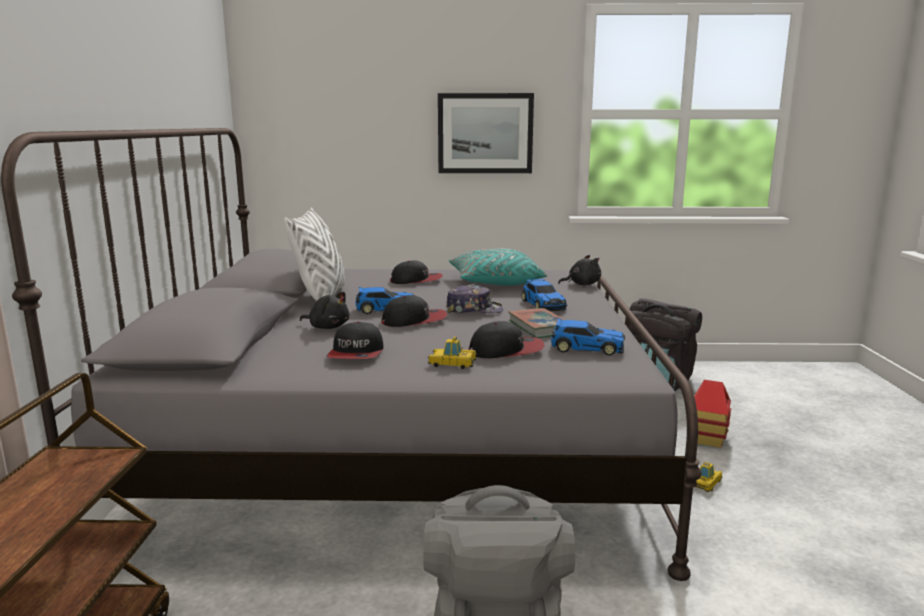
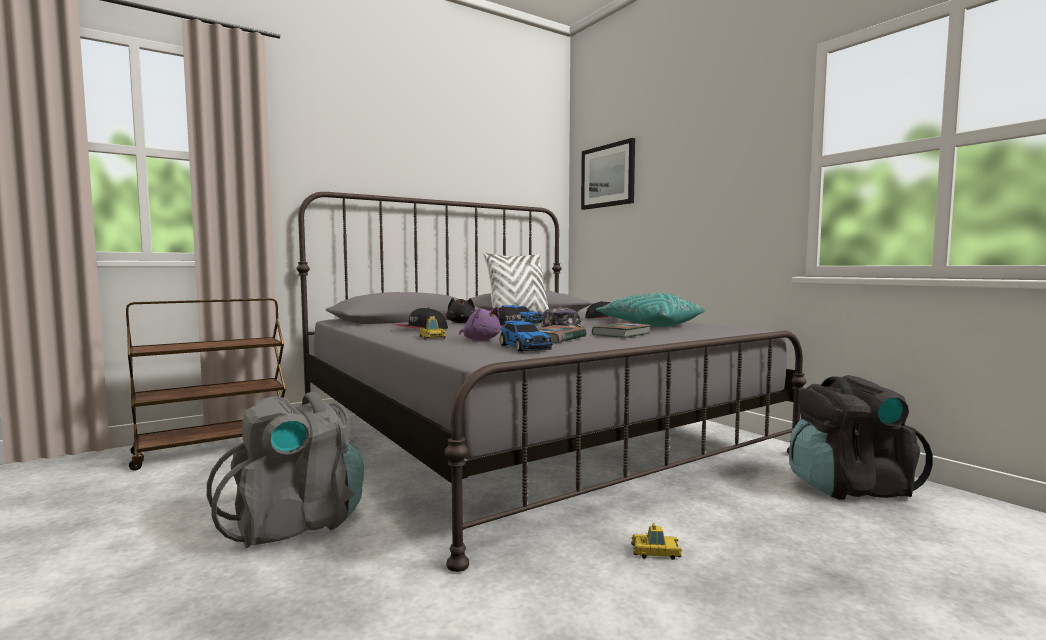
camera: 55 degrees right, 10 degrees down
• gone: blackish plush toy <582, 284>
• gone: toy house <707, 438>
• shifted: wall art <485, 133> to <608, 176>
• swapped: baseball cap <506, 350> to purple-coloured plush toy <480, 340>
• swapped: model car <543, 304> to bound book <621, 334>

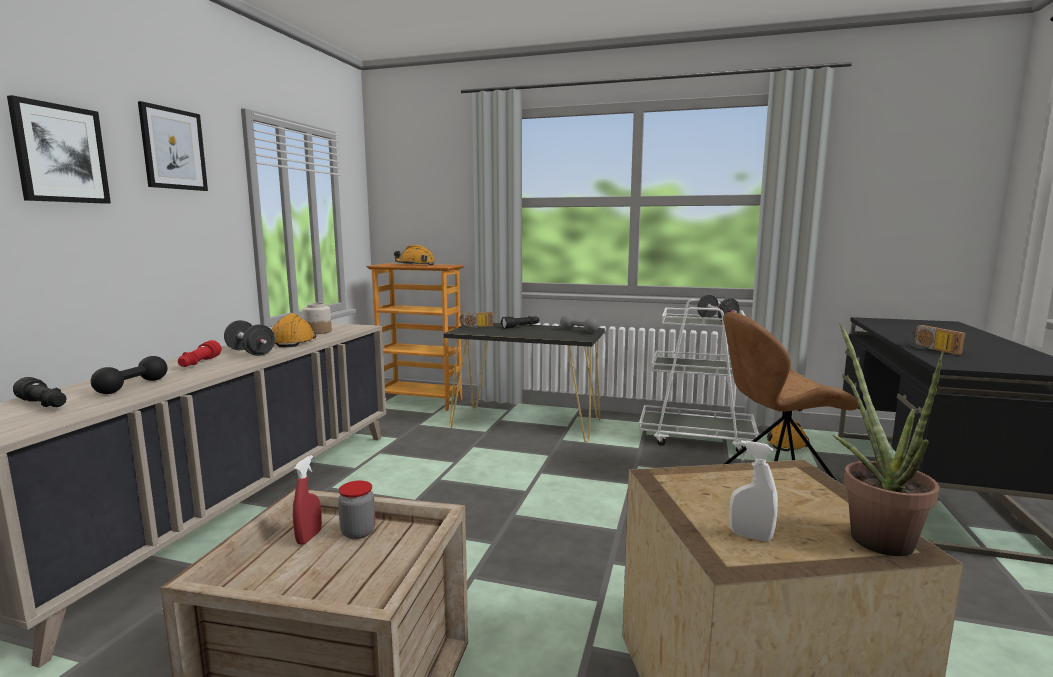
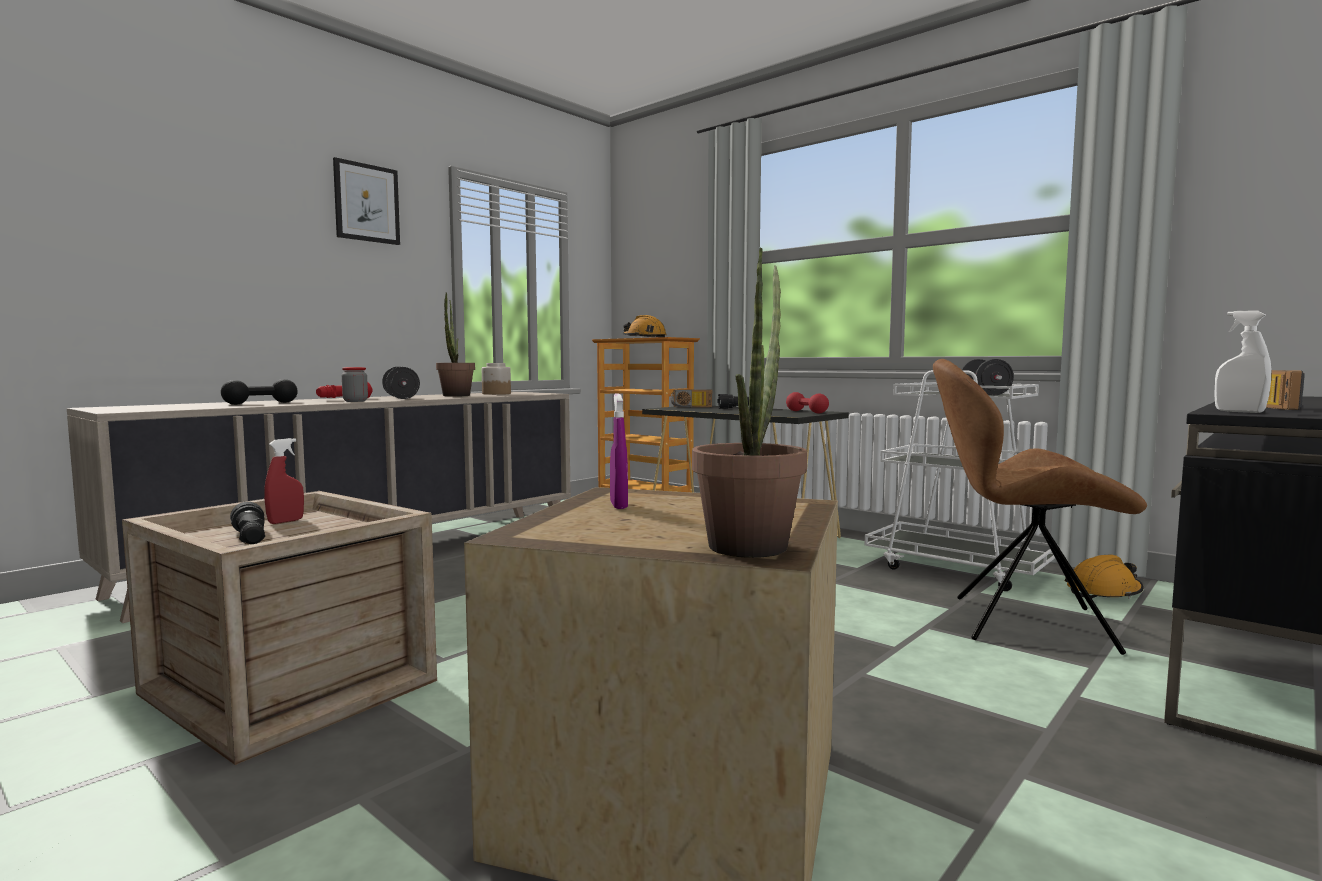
camera: 25 degrees right, 5 degrees down
• gone: wall art <60, 154>
• new: purple-coloured spray bottle <618, 505>
• shifted: blackish flashlight <44, 405> to <251, 540>
• shifted: jar <358, 532> to <355, 401>
• shifted: white-coloured spray bottle <750, 536> to <1239, 412>
• swapped: orange safety helmet <293, 342> to potted plant <455, 396>
• repainted: gray dumbbell <578, 331> to red-coloured dumbbell <806, 412>

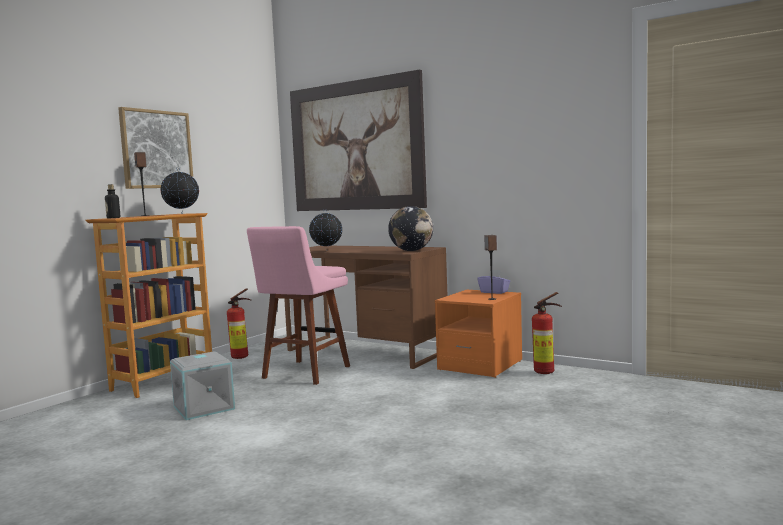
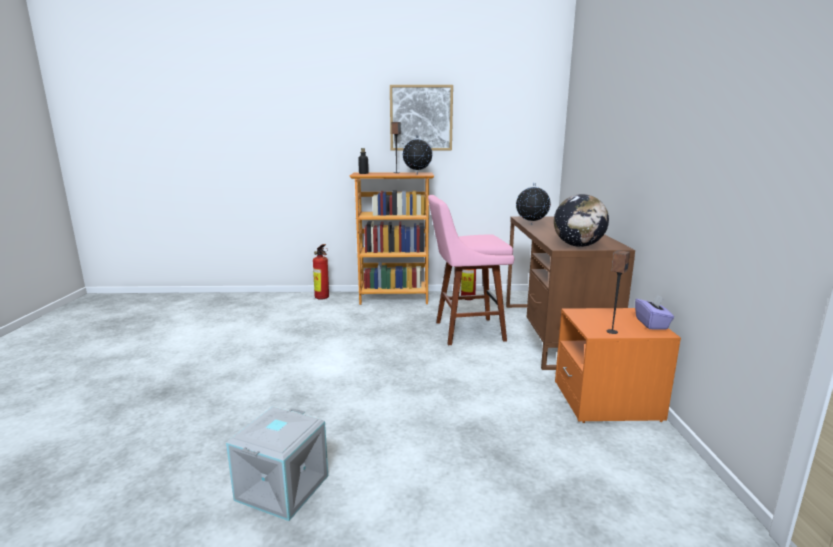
camera: 55 degrees right, 10 degrees up
• gone: wall art <355, 146>
• shifted: gray storage bin <205, 407> to <283, 488>
• shifted: fire extinguisher <547, 372> to <322, 298>

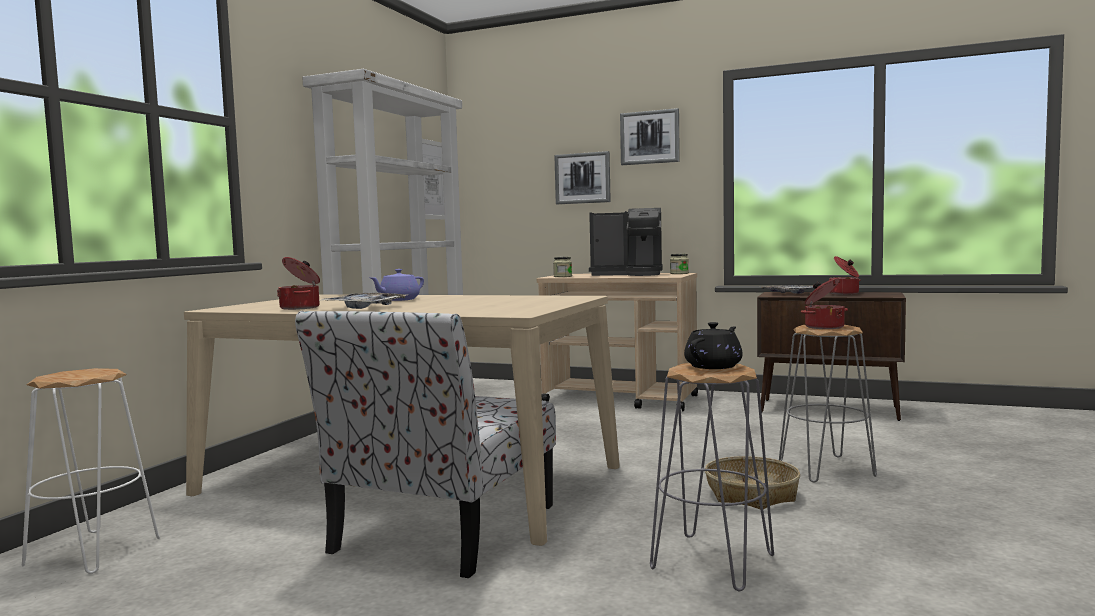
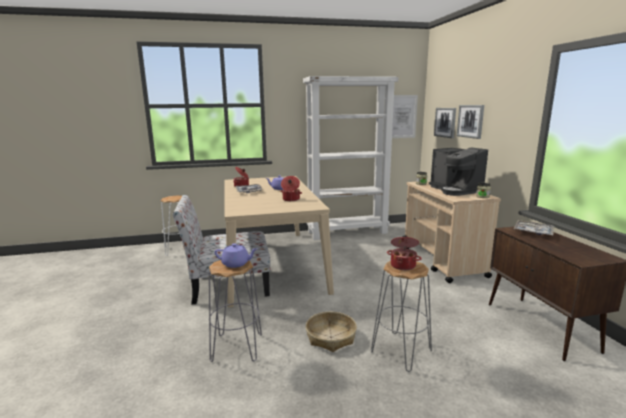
camera: 55 degrees right, 10 degrees up
• shifted: wall art <650, 137> to <445, 122>
• shifted: cooking pot <844, 293> to <290, 199>
• repainted: blackish pot for tea <714, 366> to purple-coloured pot for tea <236, 264>

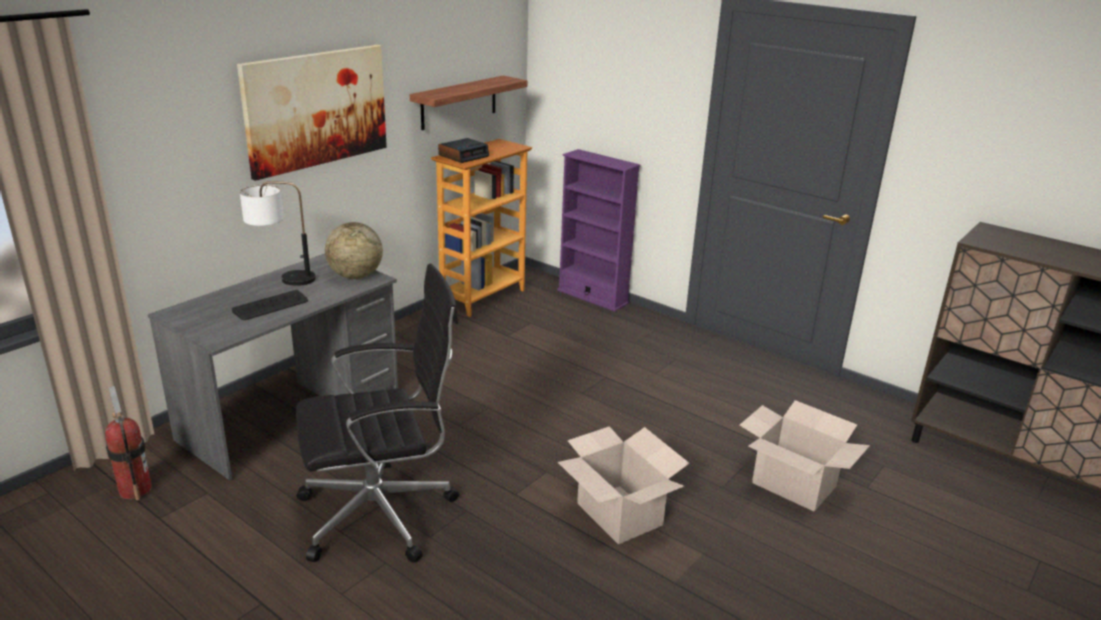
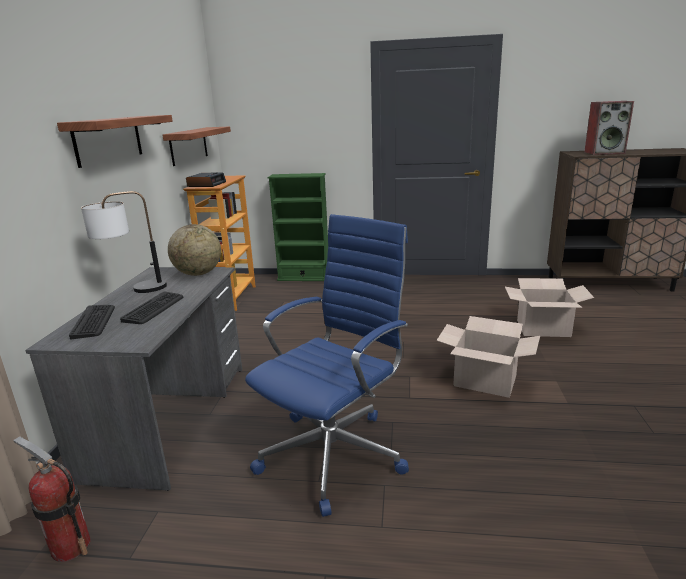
camera: 30 degrees left, 5 degrees down
• new: computer keyboard <94, 321>
• new: speaker <604, 153>
• swapped: wall art <316, 109> to wall shelf <108, 139>
• repainted: blackish office chair <382, 513> to bluish office chair <335, 452>
• repainted: purple-coloured bookshelf <592, 297> to greenish bookshelf <304, 278>

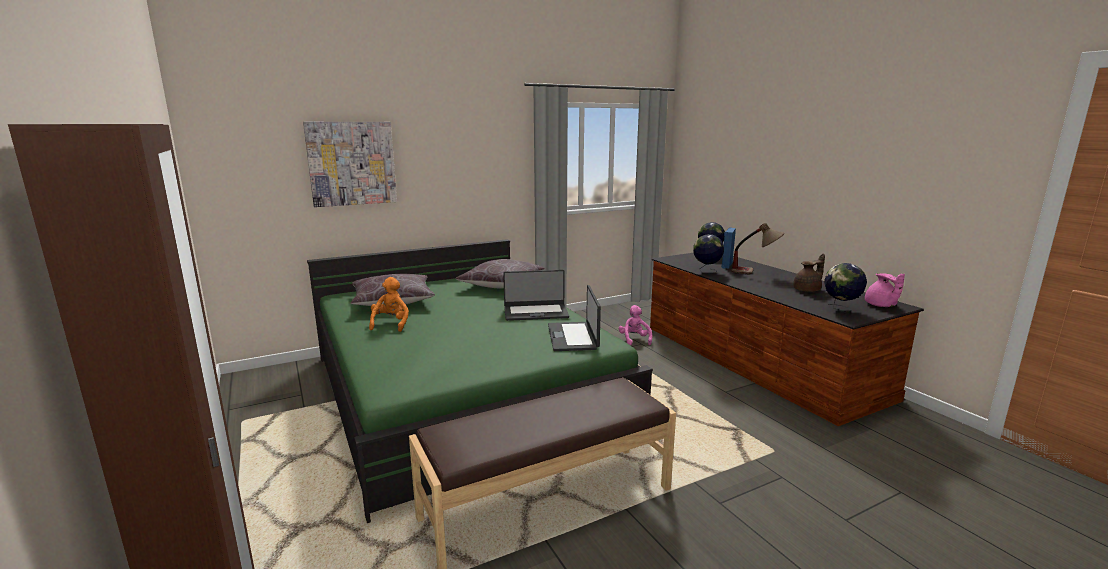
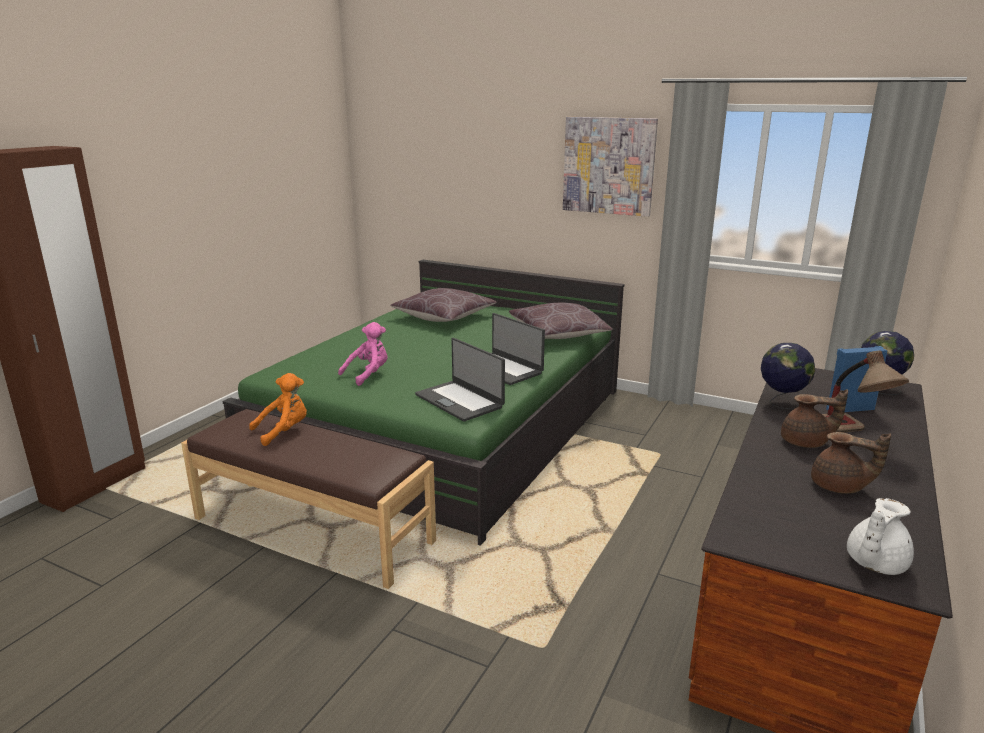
camera: 55 degrees right, 5 degrees up
• gone: world globe <840, 309>
• new: brownish pot for tea <806, 443>
• shifted: wall art <352, 163> to <608, 166>
• shifted: orange plush toy <391, 324> to <284, 431>
• shifted: pink-coloured plush toy <634, 340> to <368, 374>
• repainted: pink-coloured pot for tea <880, 305> to white-coloured pot for tea <874, 563>
• rotated: laptop <573, 337> = <460, 401> 90 degrees counterclockwise

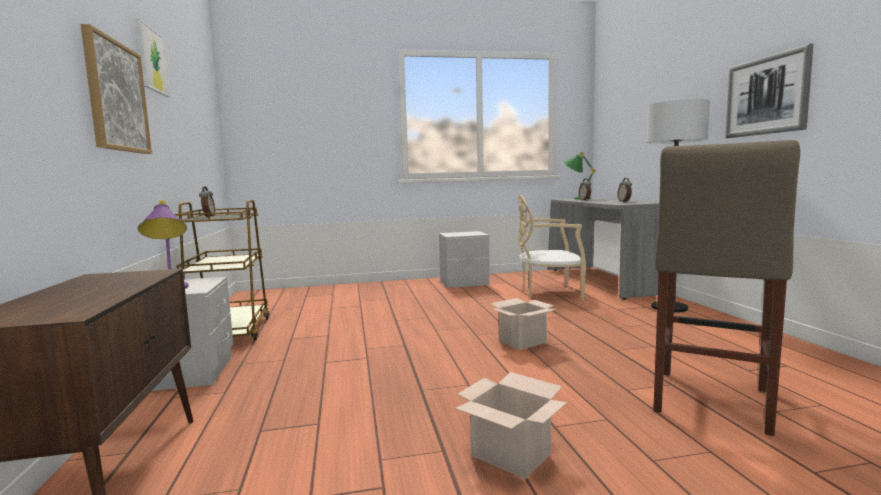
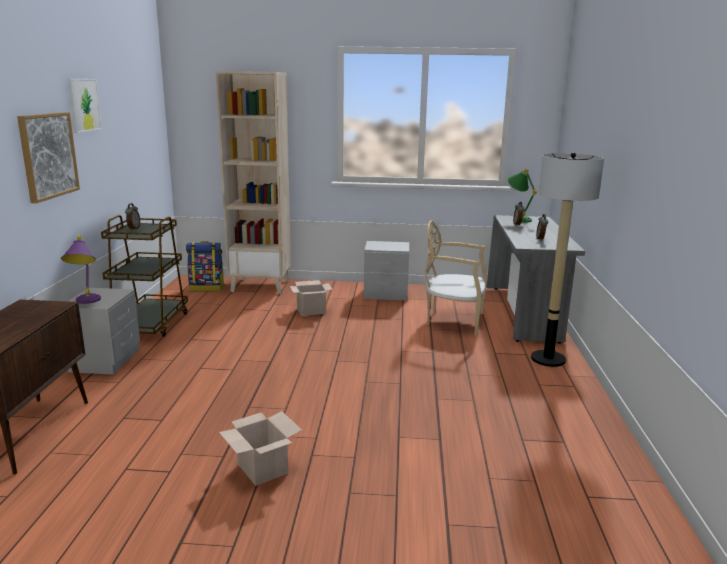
camera: 15 degrees right, 10 degrees up
• gone: beige-coloured stool seat <710, 403>
• gone: wall art <766, 95>
• new: knapsack <207, 288>
• new: beige-coloured bookshelf <261, 285>
• shifted: packing box <523, 341> to <311, 310>

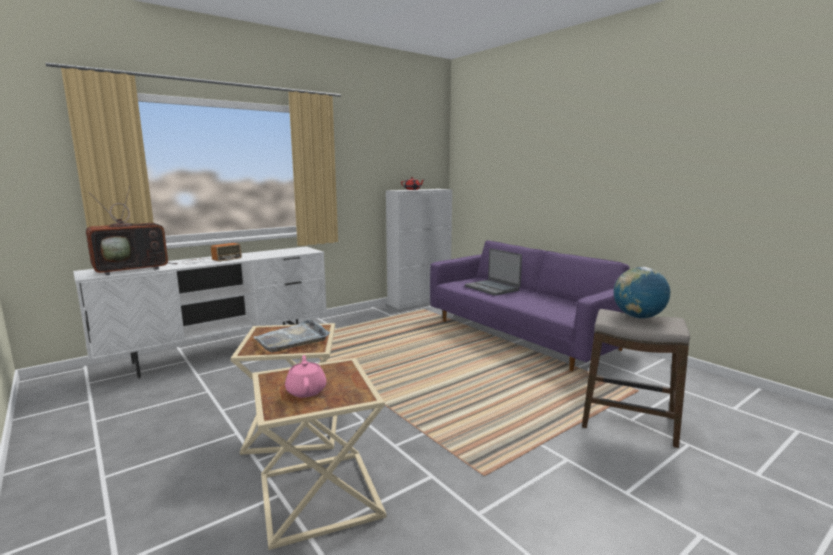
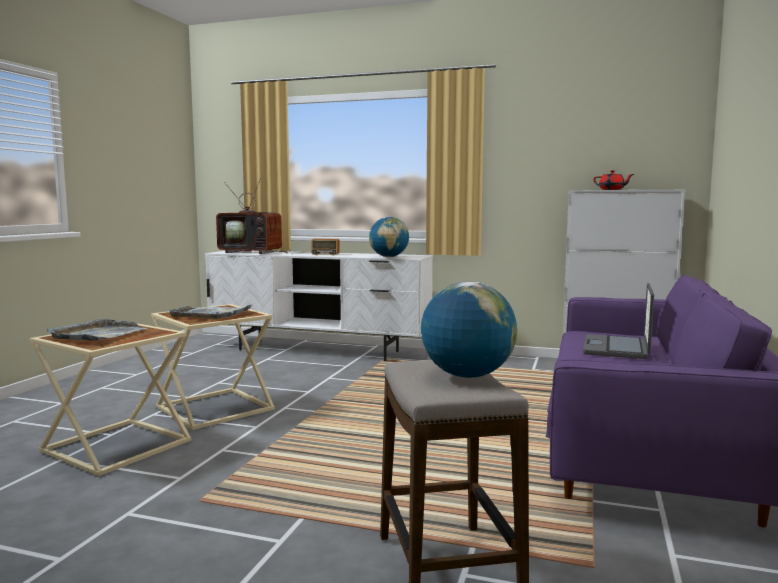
camera: 55 degrees right, 5 degrees down
• new: world globe <389, 257>
• swapped: pink-coloured pot for tea <306, 390> to gray tray <98, 334>

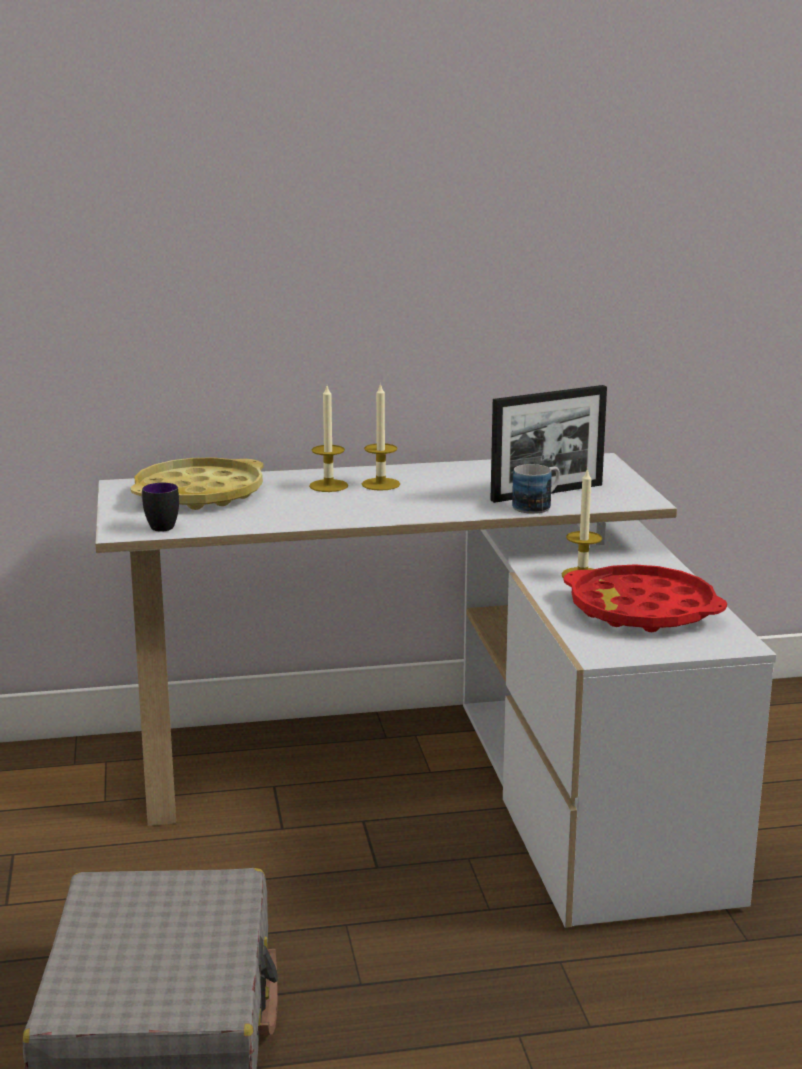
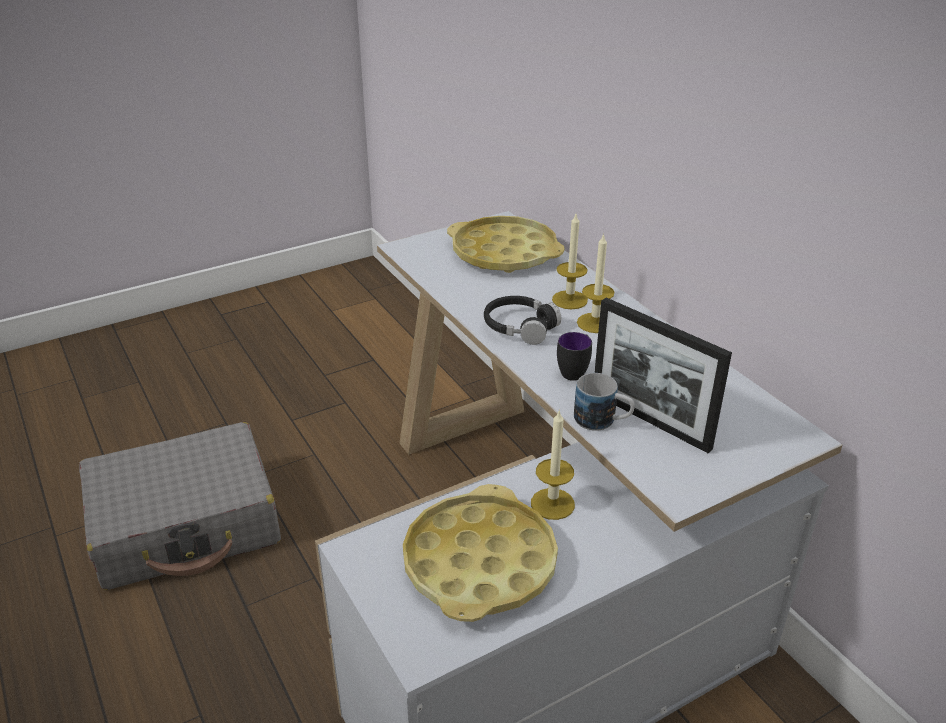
camera: 70 degrees right, 15 degrees up
• new: blackish headphones <520, 327>
• shifted: mug <158, 526> to <575, 371>
• repainted: red-coloured tray <642, 610> to yellow-coloured tray <479, 563>

